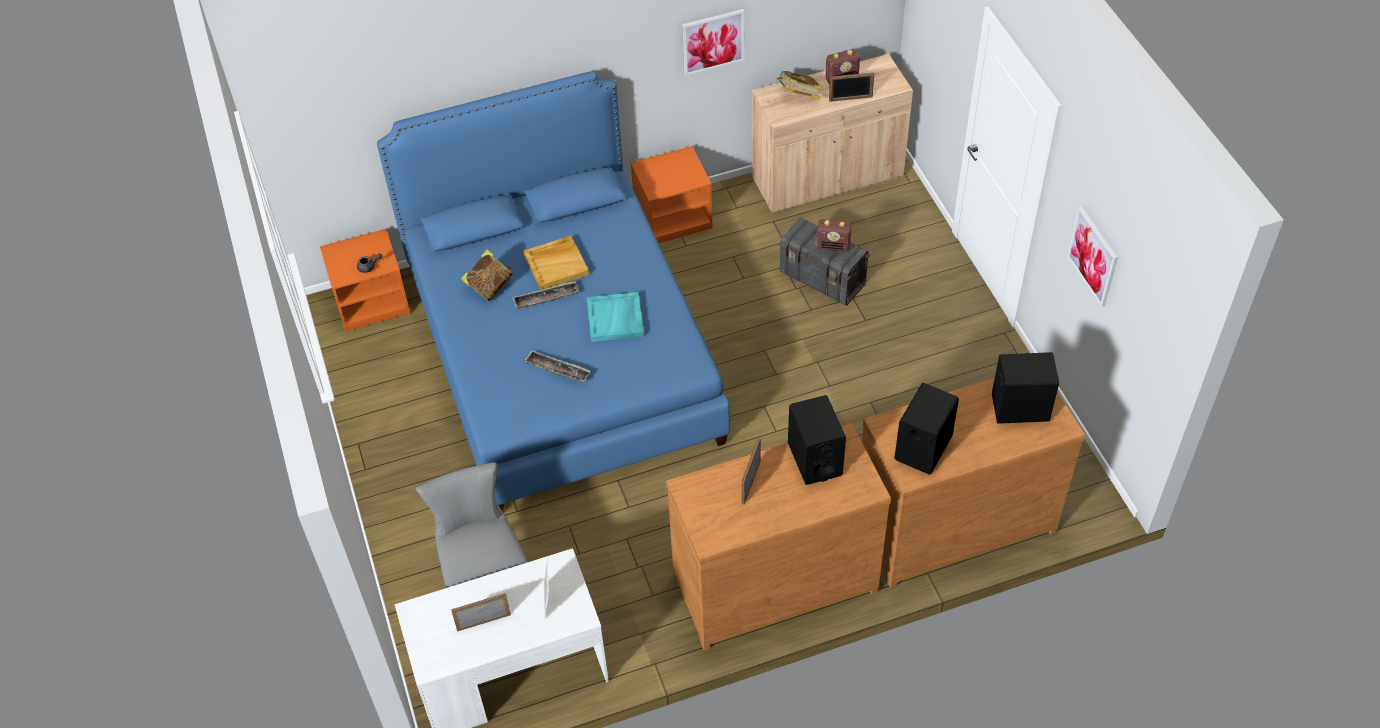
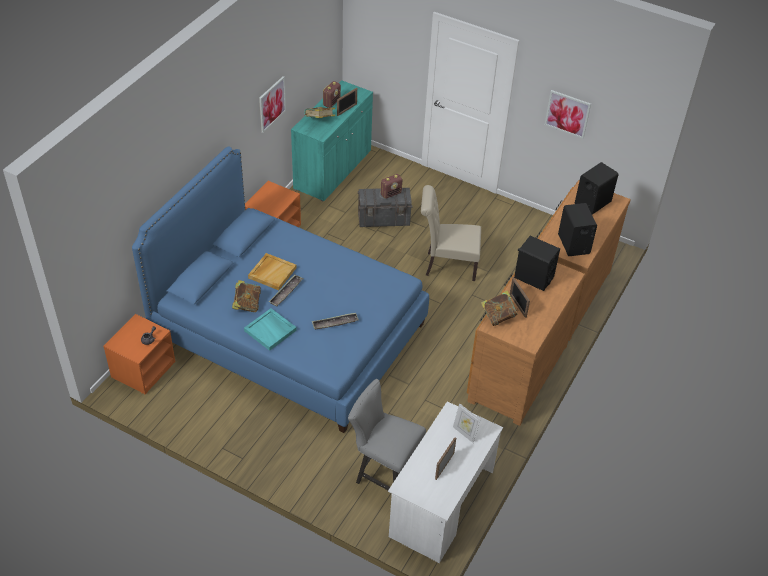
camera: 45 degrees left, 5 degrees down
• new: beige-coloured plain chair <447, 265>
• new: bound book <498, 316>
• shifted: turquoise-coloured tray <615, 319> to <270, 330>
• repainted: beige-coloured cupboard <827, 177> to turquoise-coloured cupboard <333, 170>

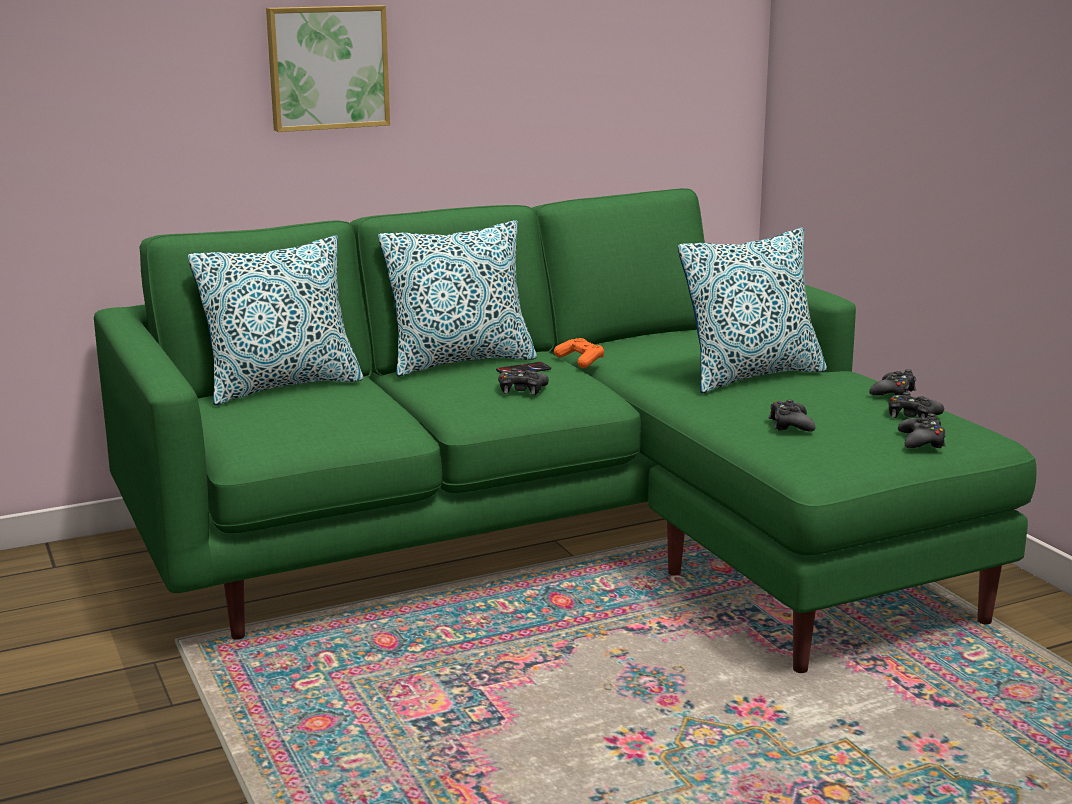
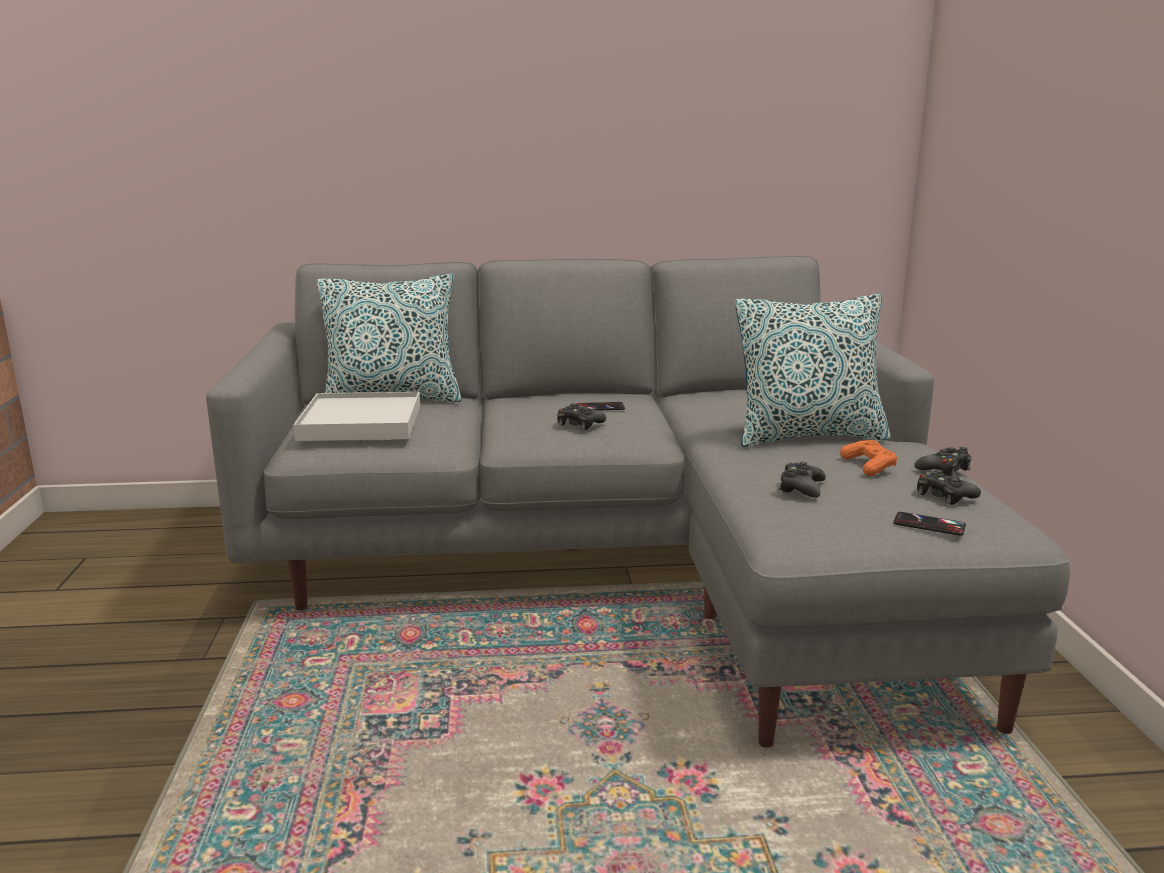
camera: 20 degrees right, 0 degrees up
• gone: wall art <327, 67>
• gone: throw pillow <460, 361>
• new: white-coloured tray <361, 423>
• shifted: orange gamepad <580, 360> to <868, 466>
• swapped: blackish gamepad <921, 441> to phone <929, 524>
• repainted: greenish couch <553, 545> to gray couch <620, 571>

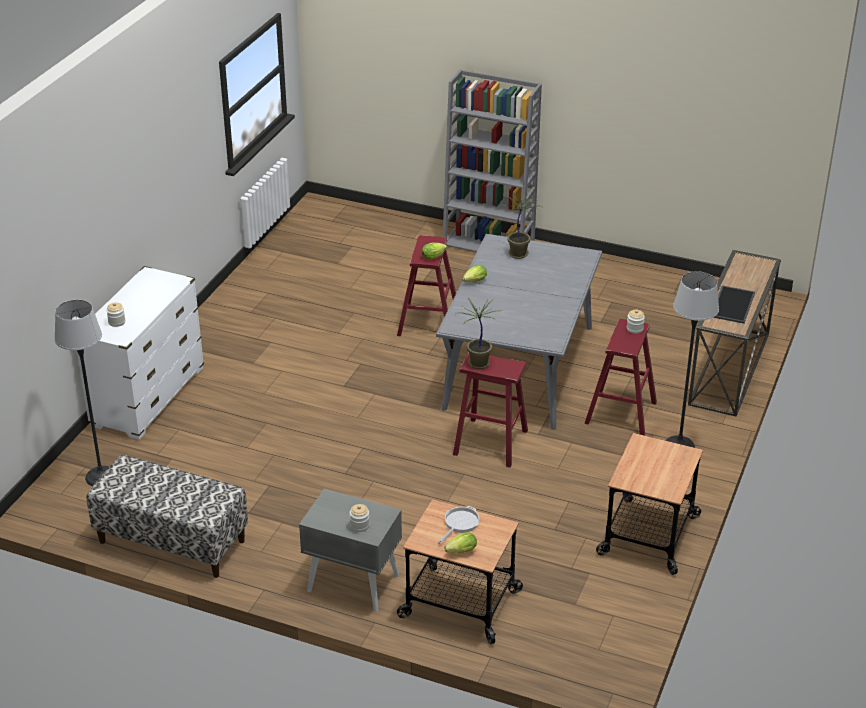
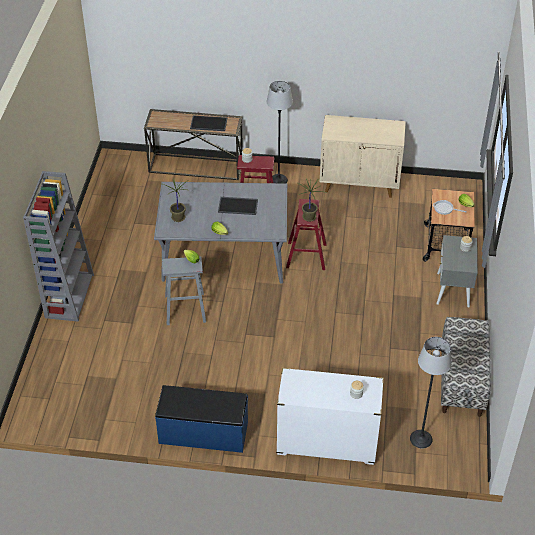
camera: 105 degrees left, 10 degrees up
• new: bluish long seat <203, 433>
• new: tray <238, 205>
• swapped: trolley <649, 535> to beige-coloured cupboard <360, 184>
• repainted: red-coloured stool seat <428, 323> to gray stool seat <185, 308>

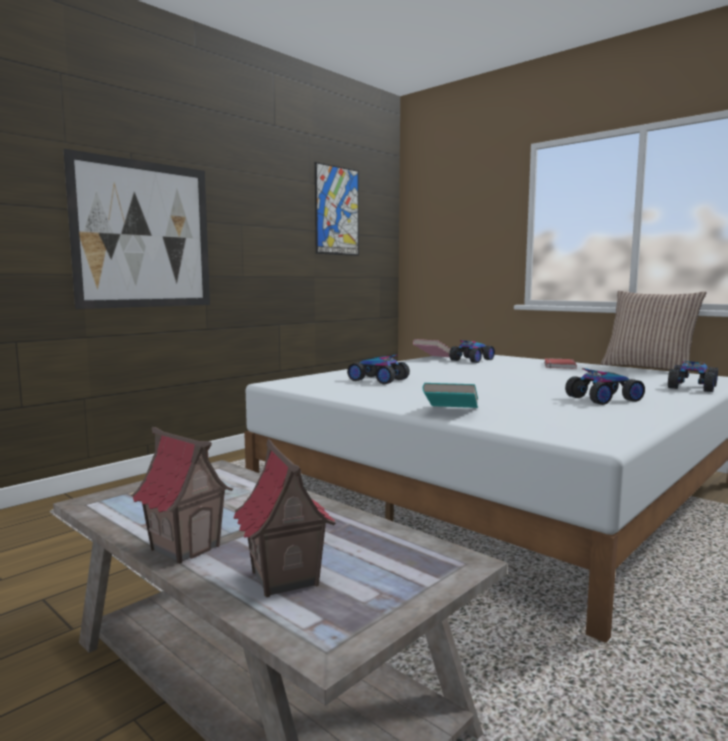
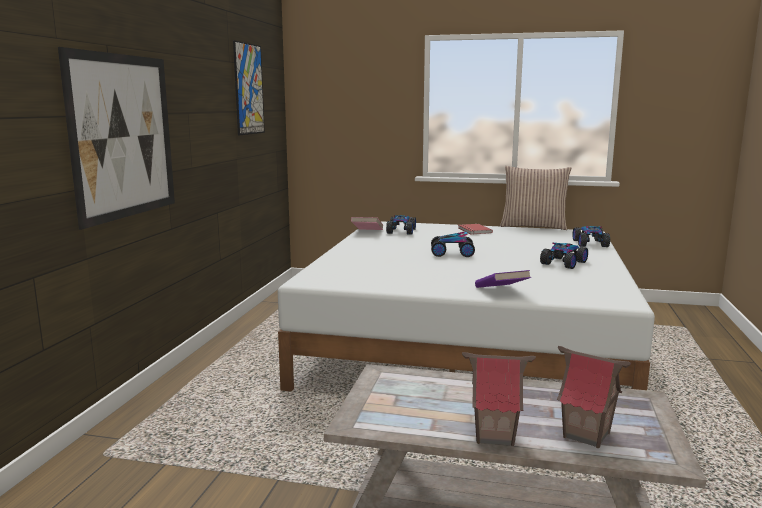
camera: 30 degrees left, 5 degrees up
• shifted: model car <378, 380> to <452, 253>
• repainted: turquoise-coloured bound book <450, 412> to purple-coloured bound book <501, 292>

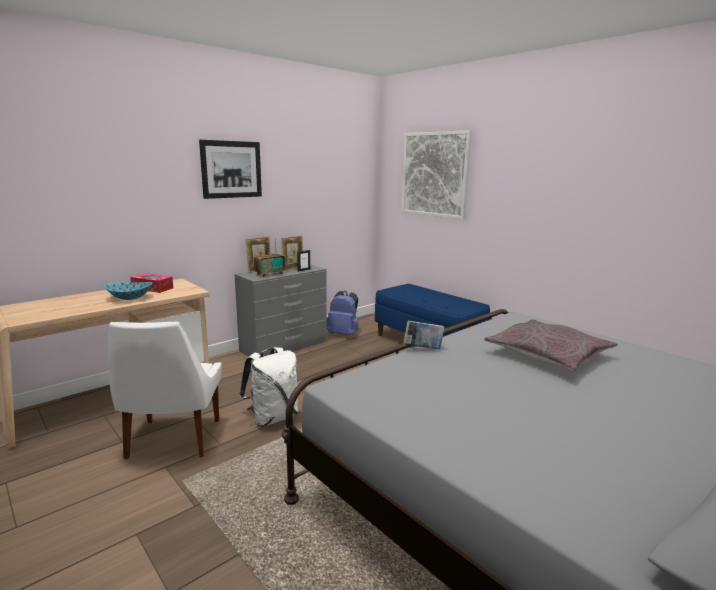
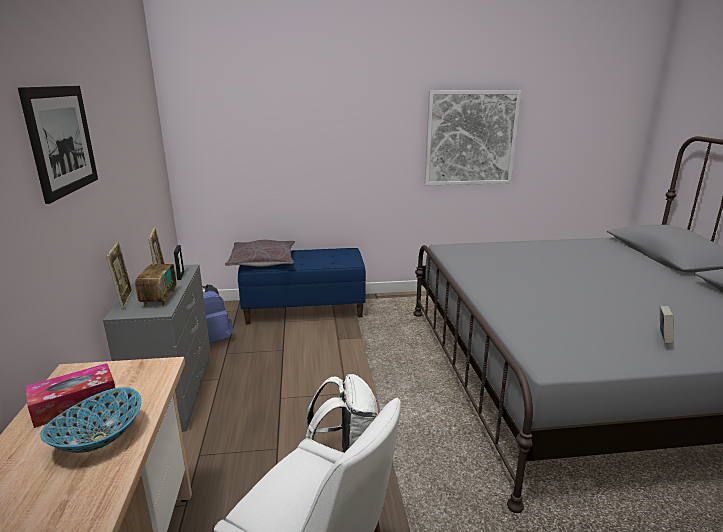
camera: 55 degrees left, 5 degrees up
• shifted: wall art <434, 174> to <470, 138>
• shifted: bound book <423, 349> to <662, 339>
• shifted: gray throw pillow <548, 355> to <263, 261>

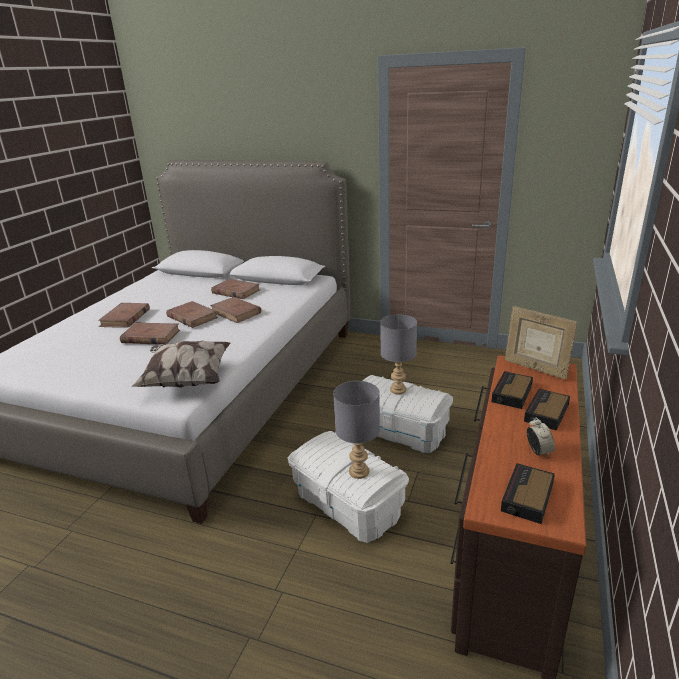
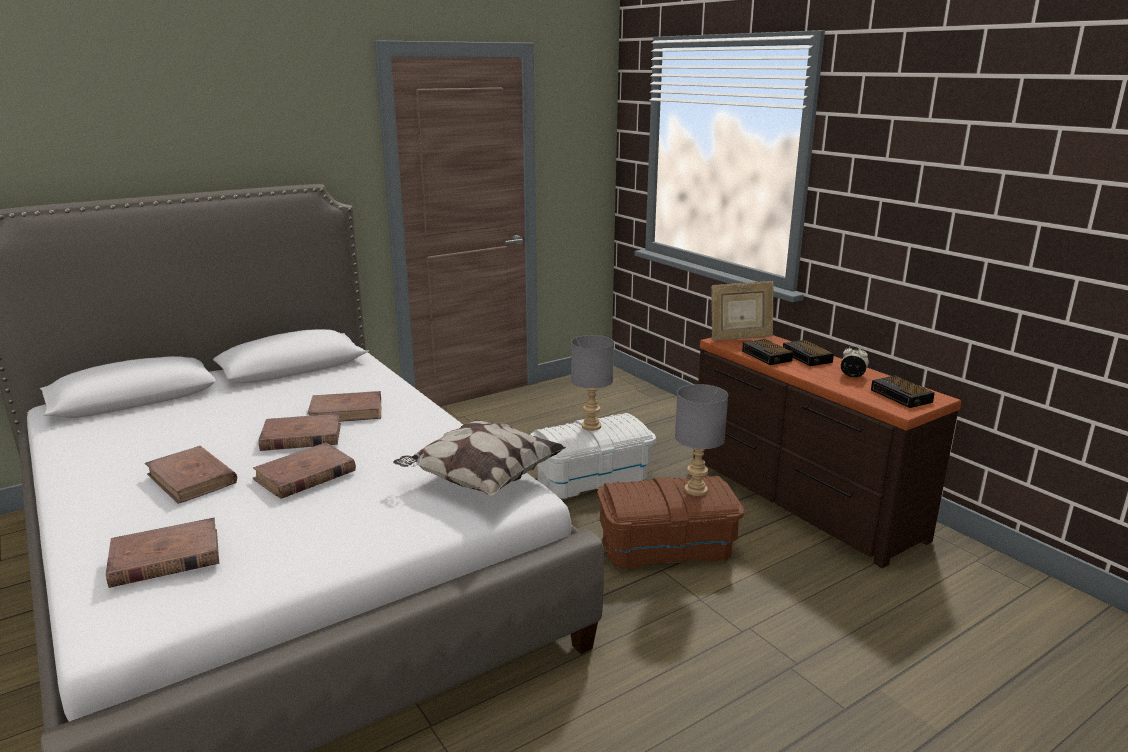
camera: 55 degrees left, 5 degrees down
• shifted: brownish bound book <236, 291> to <165, 558>
• repainted: white-coloured storage bin <348, 503> to brownish storage bin <666, 546>

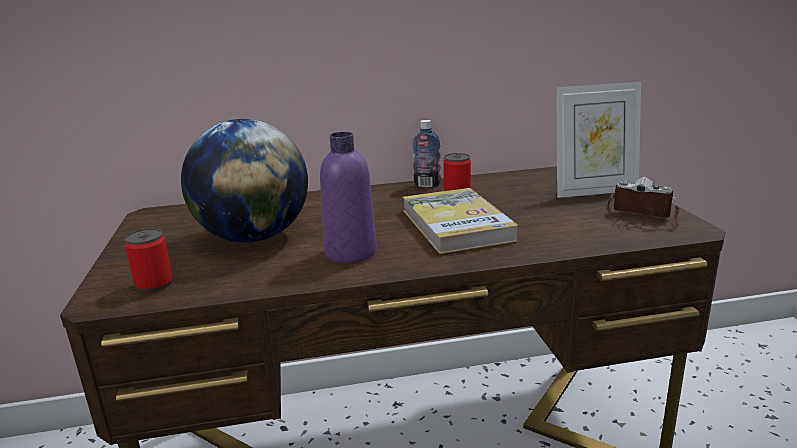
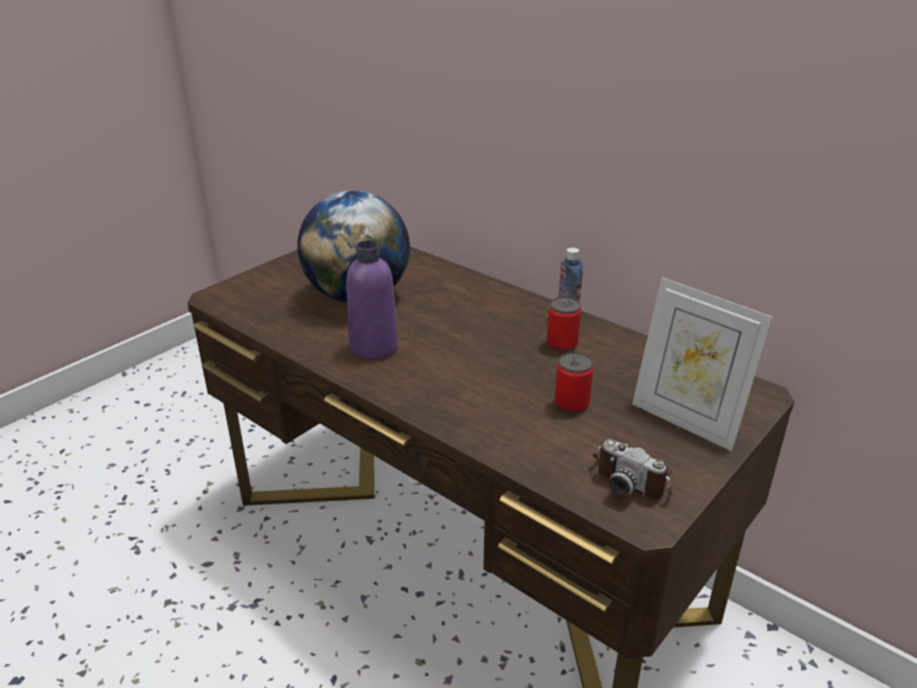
camera: 50 degrees right, 10 degrees up
• gone: bound book <456, 225>
• shifted: metal can <154, 285> to <571, 404>
• rotated: still camera <640, 219> = <634, 476> 135 degrees clockwise

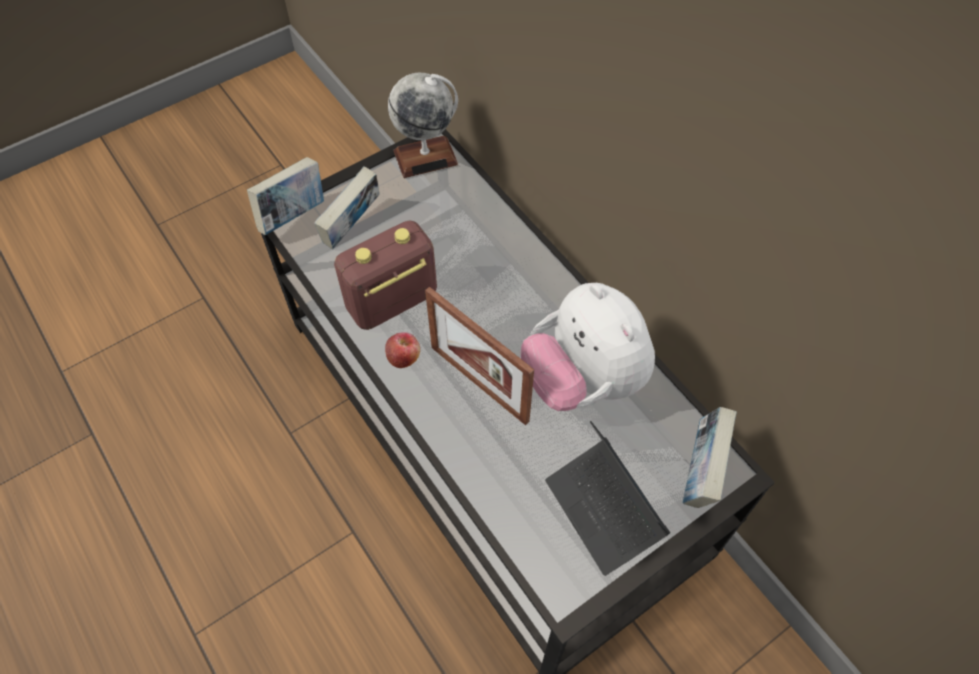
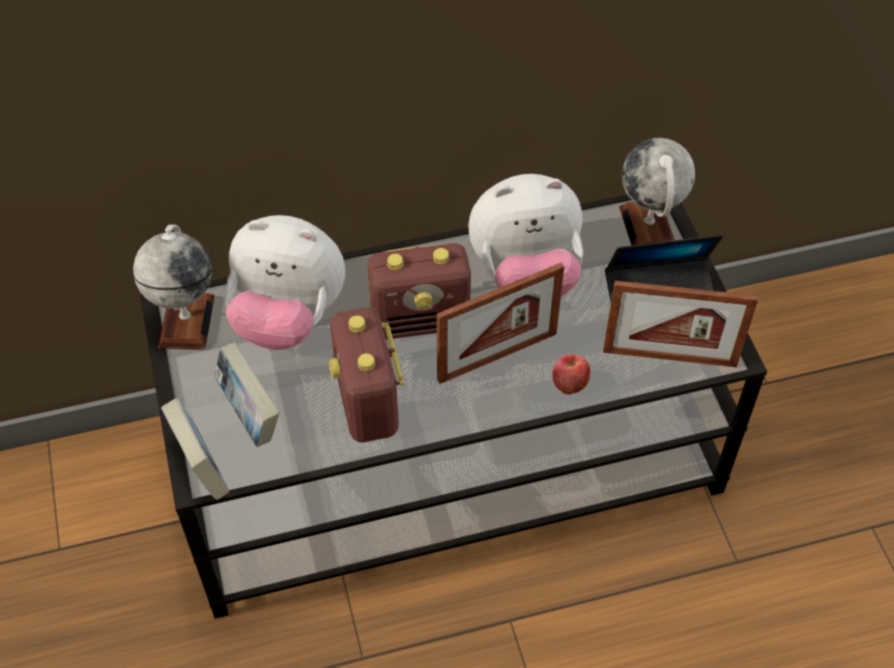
camera: 70 degrees left, 5 degrees down
• new: plush toy <288, 318>
• new: radio receiver <421, 320>
• new: standing frame <669, 357>
• shifted: apple fruit <404, 357> to <569, 382>
• swapped: bound book <700, 472> to world globe <648, 227>

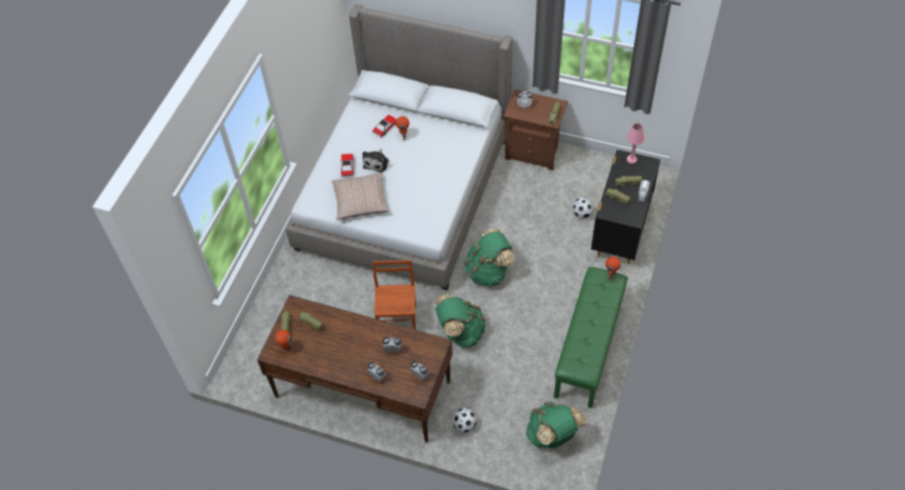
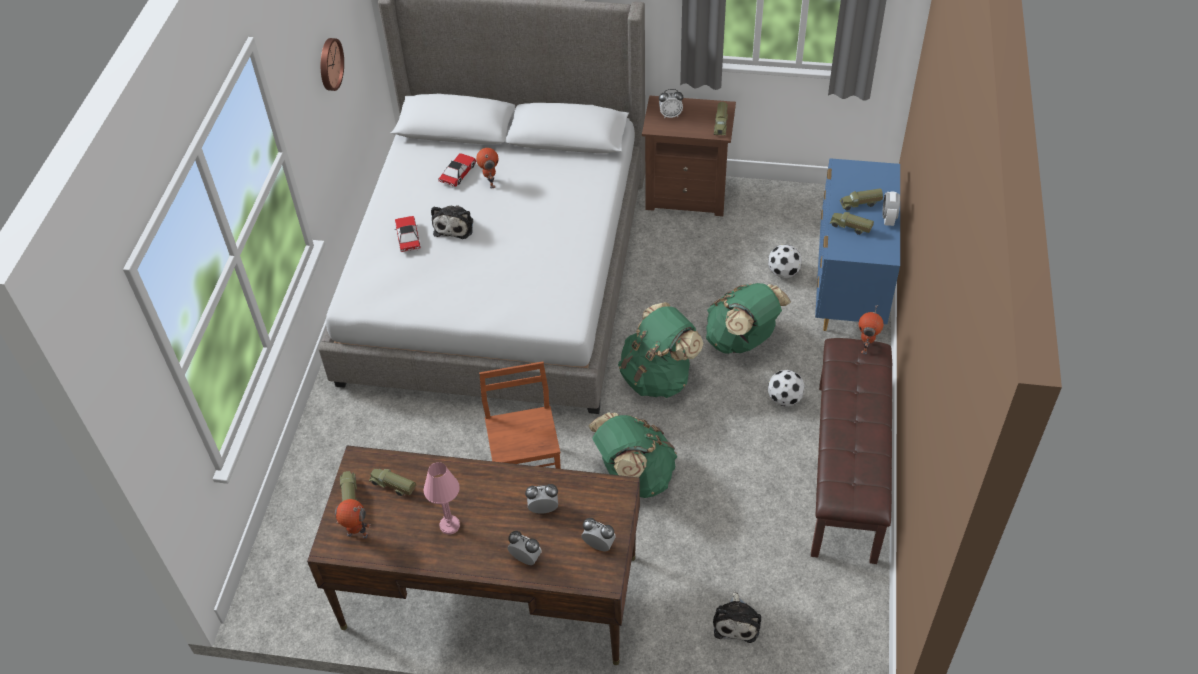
camera: 10 degrees left, 5 degrees down
• gone: throw pillow <360, 200>
• new: wall clock <329, 64>
• new: plush toy <736, 621>
• shifted: football <464, 425> to <784, 398>
• shifted: greenish knapsack <552, 435> to <742, 340>
• shifted: pink-coloured lamp for a table <631, 160> to <449, 525>
• repainted: greenish long seat <589, 348> to brownish long seat <847, 470>
• repainted: blackish dresser <620, 231> to bluish dresser <848, 289>

